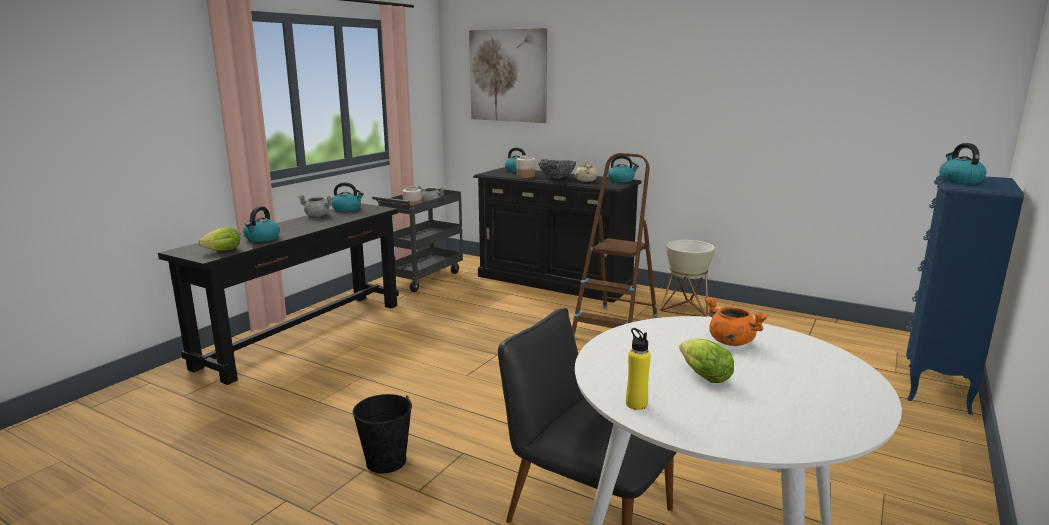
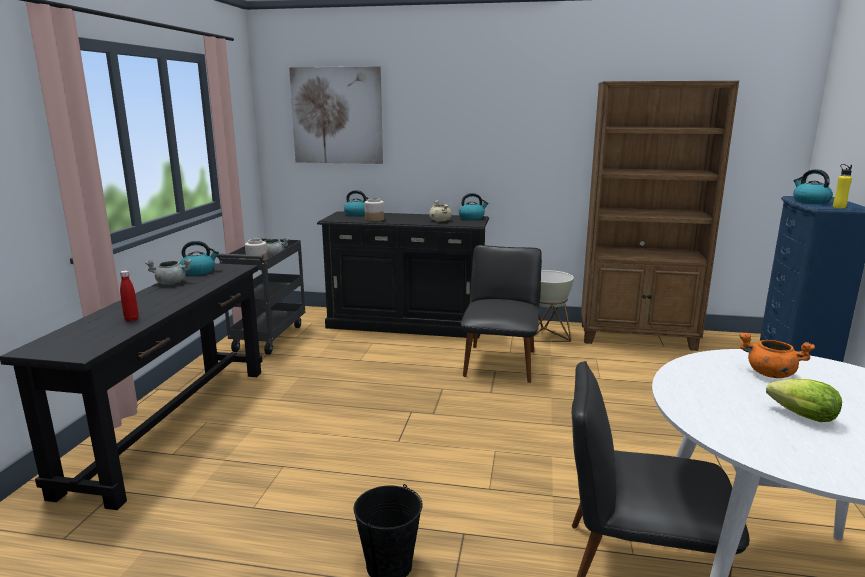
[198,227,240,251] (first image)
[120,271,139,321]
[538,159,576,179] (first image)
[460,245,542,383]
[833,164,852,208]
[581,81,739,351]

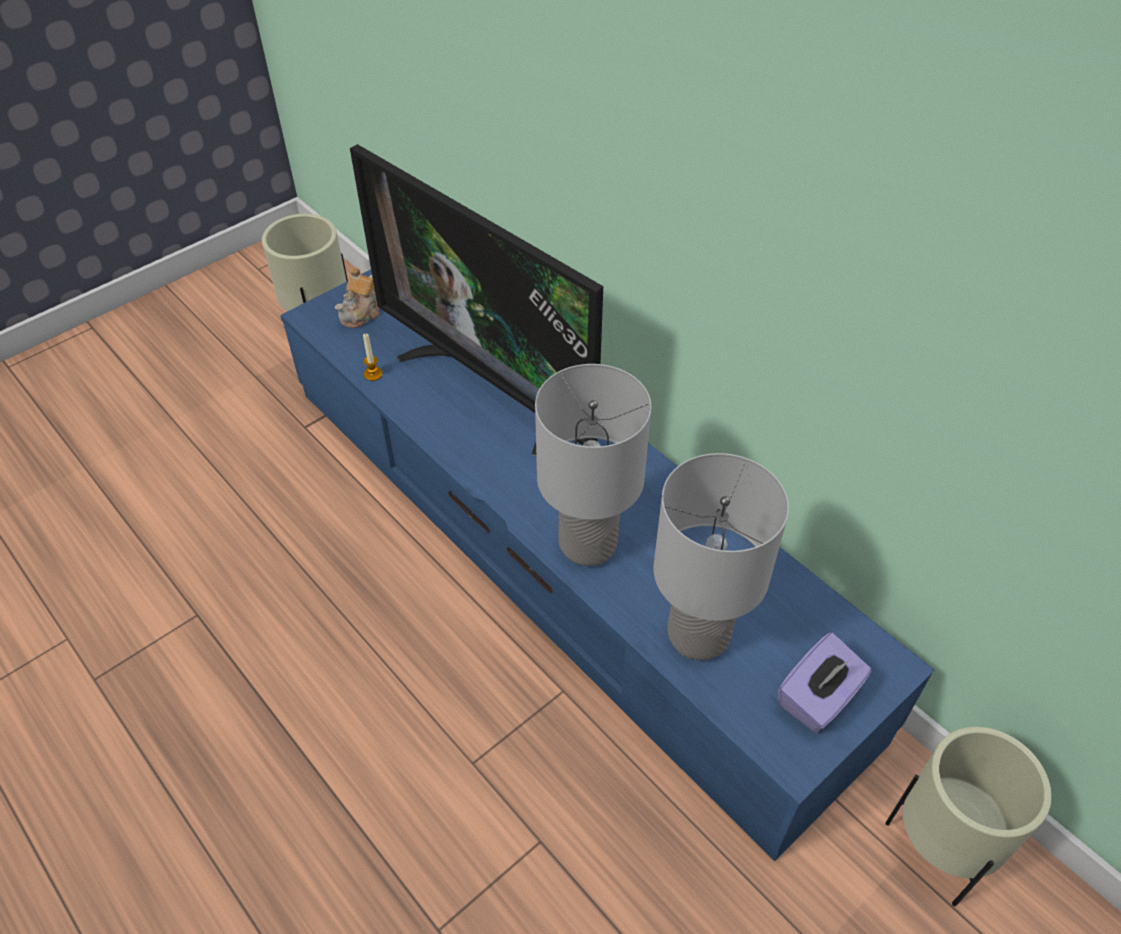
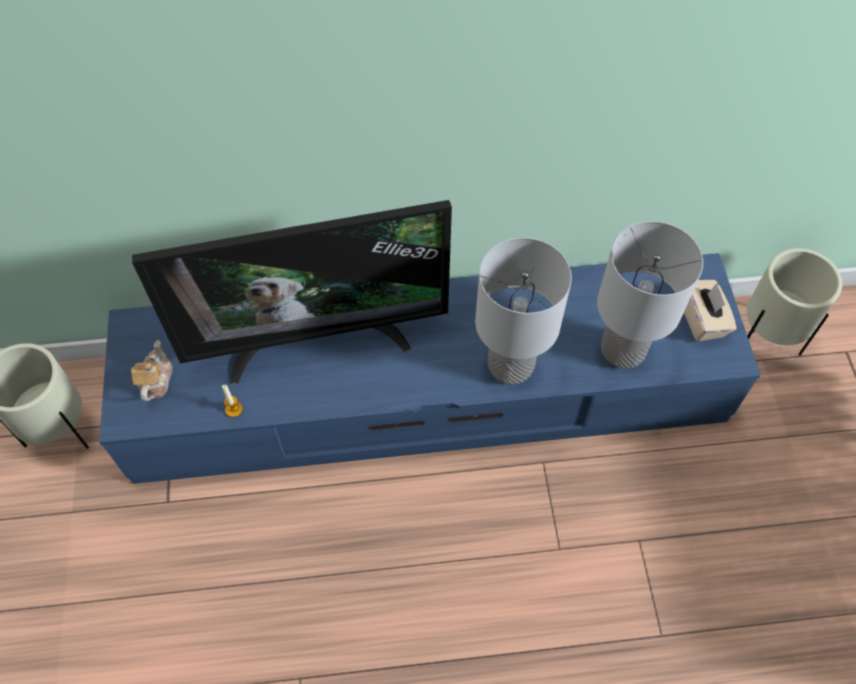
[131,340,173,401]
[684,280,737,342]

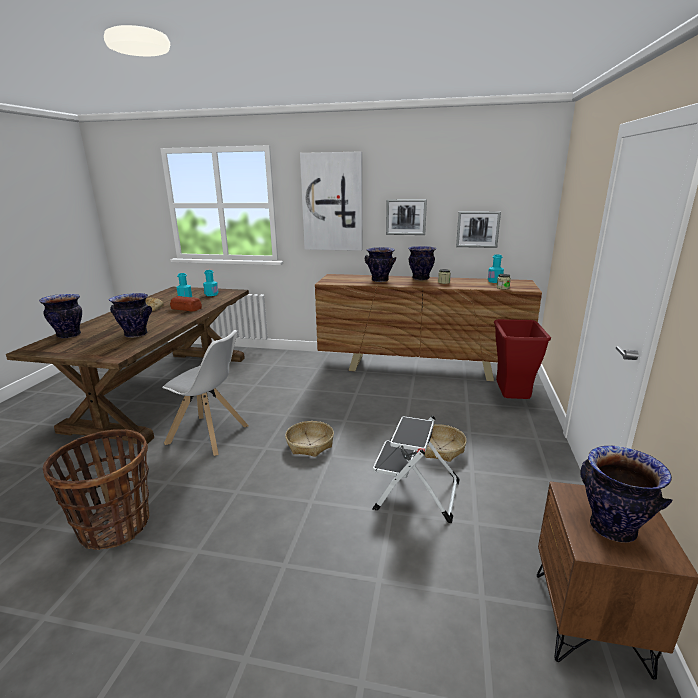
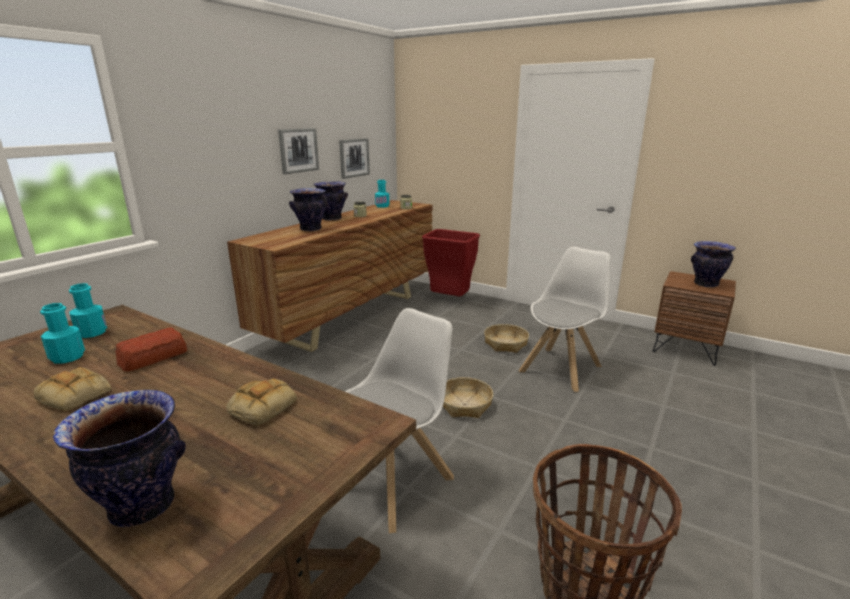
[226,379,297,426]
[300,151,362,251] (first image)
[519,247,611,392]

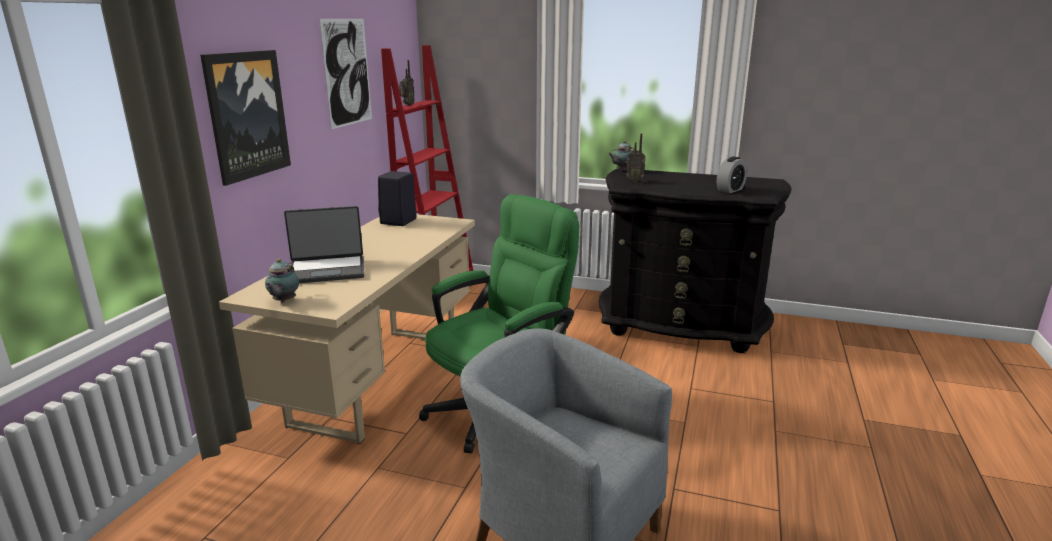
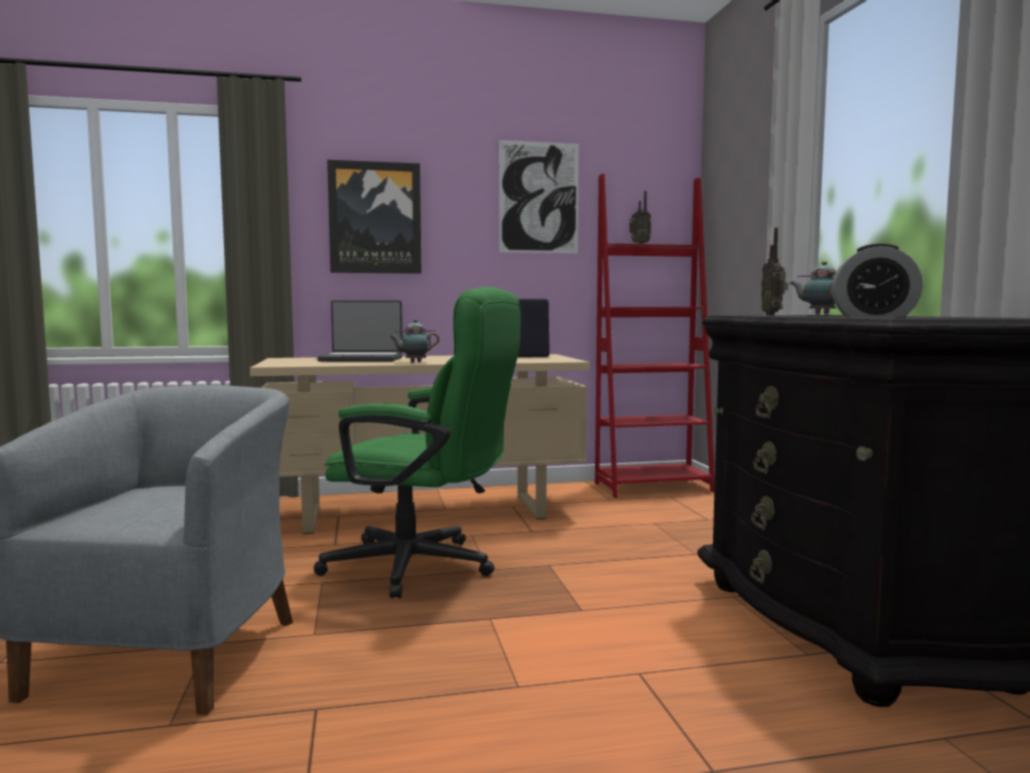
[390,319,439,363]
[317,300,403,362]

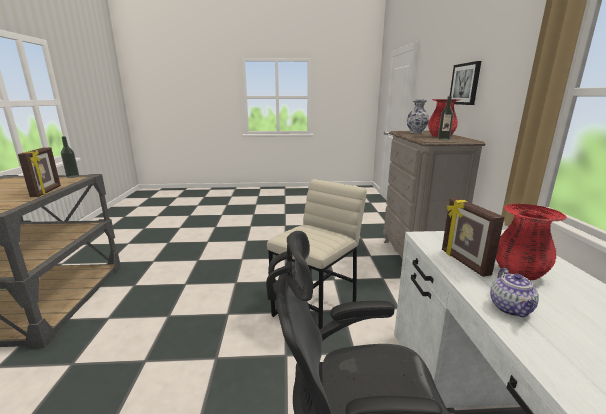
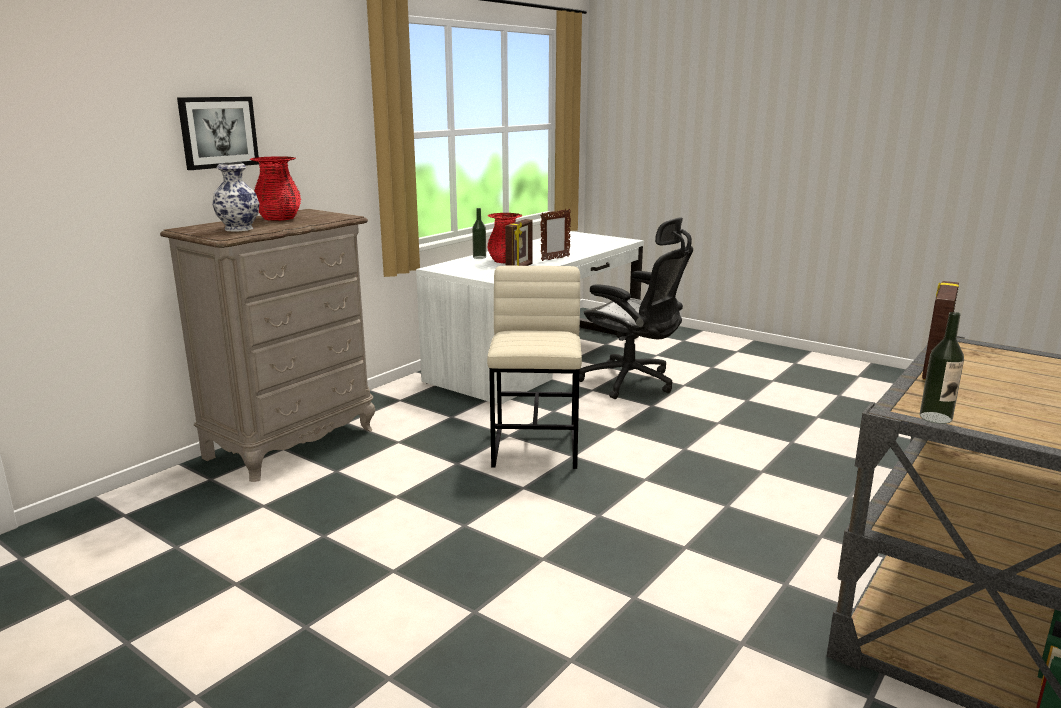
[487,266,582,469]
[472,208,486,259]
[540,209,571,261]

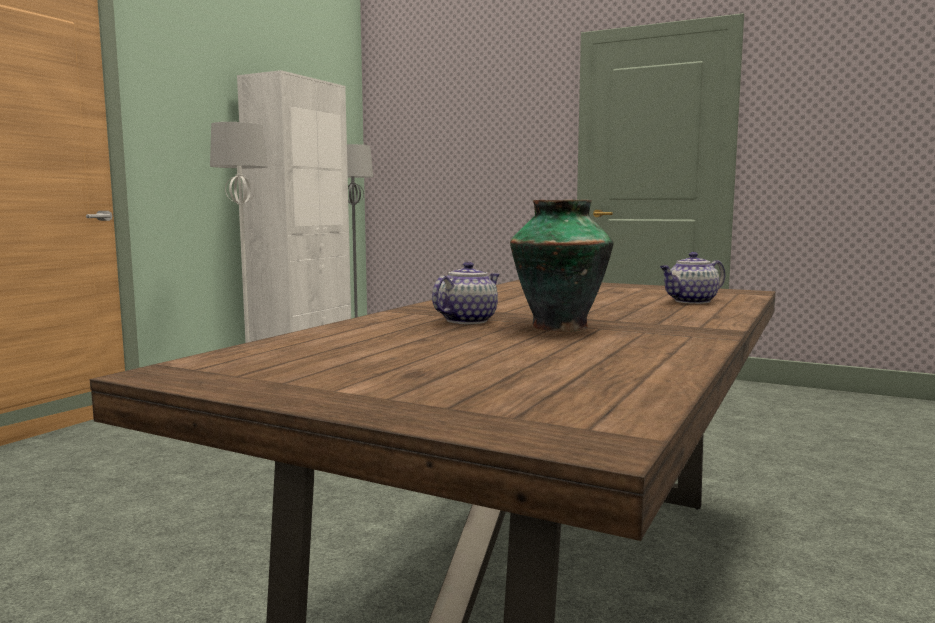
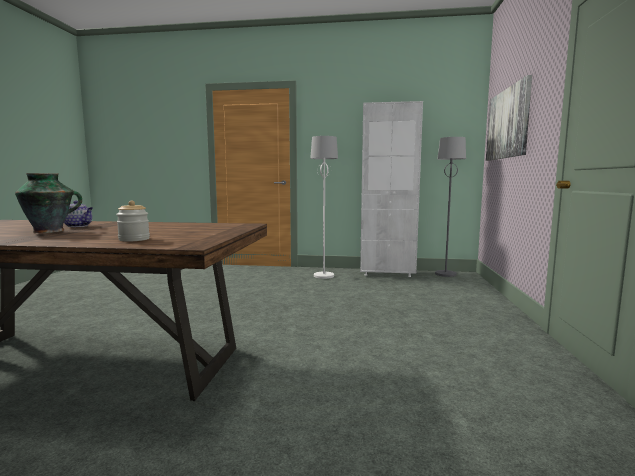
[116,201,150,242]
[486,75,532,161]

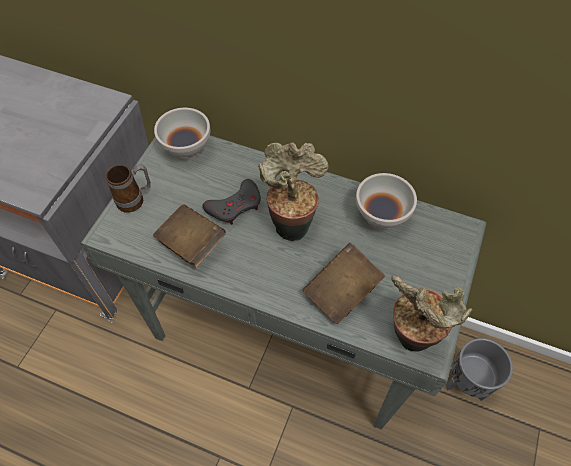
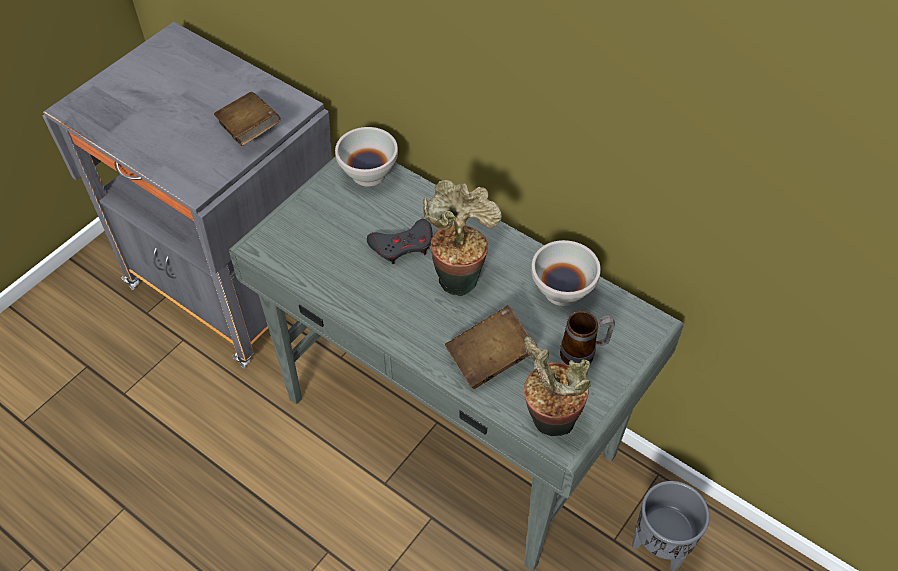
[560,311,615,365]
[214,92,281,146]

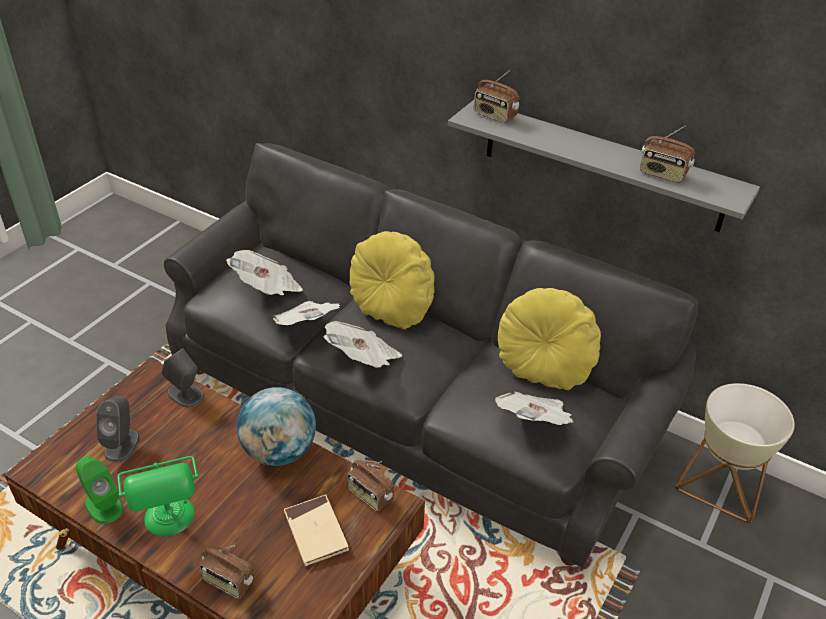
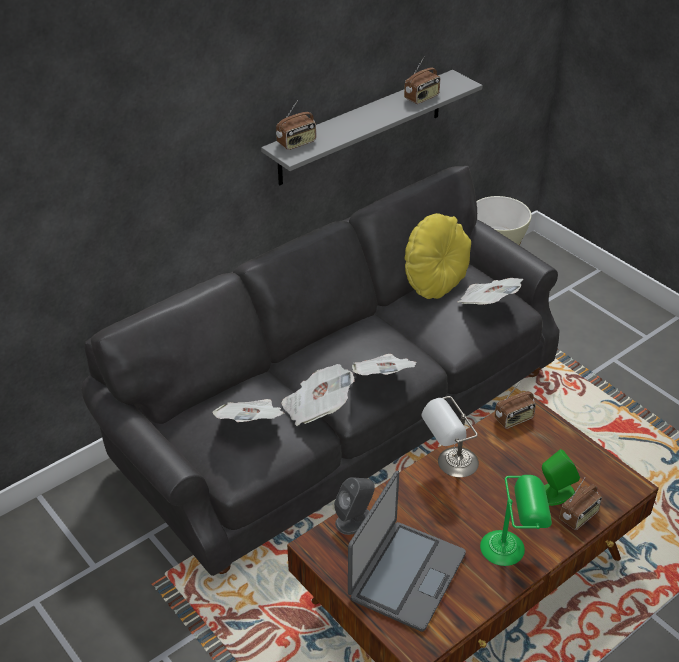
[542,449,580,506]
[348,471,466,632]
[421,396,479,477]
[284,494,349,566] (first image)
[350,231,434,329] (first image)

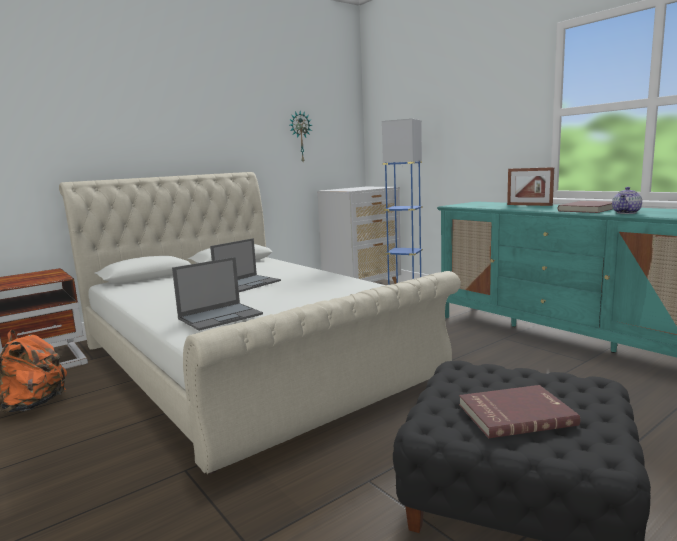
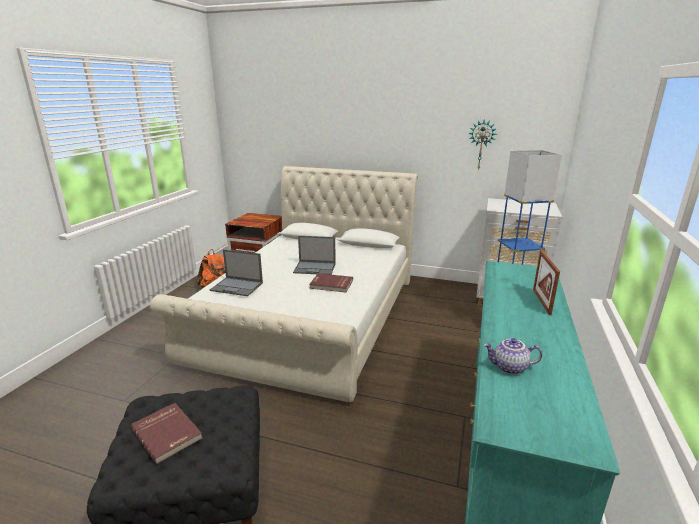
[309,273,353,292]

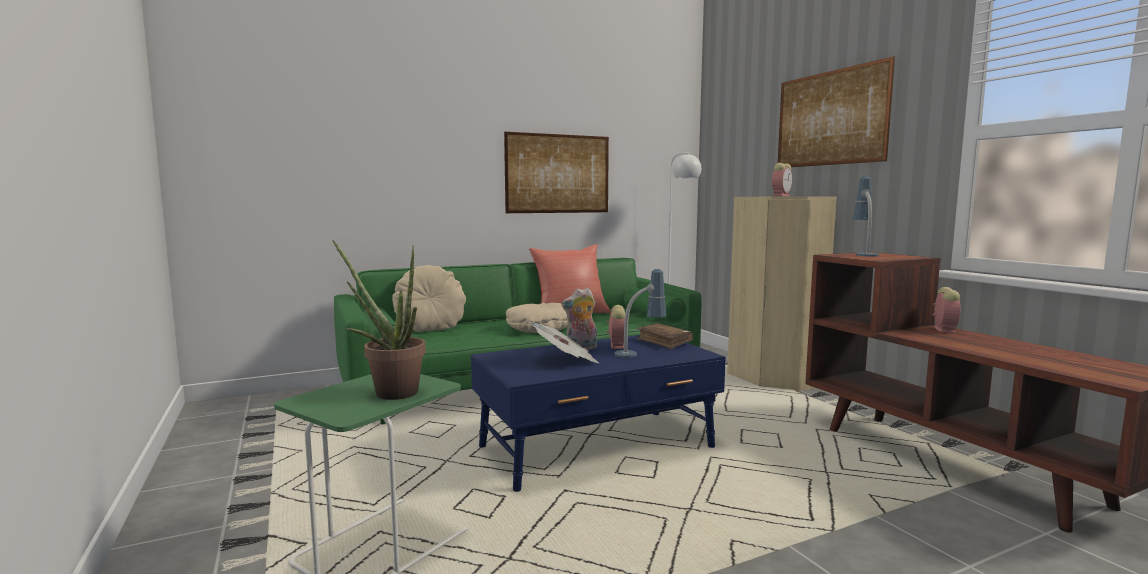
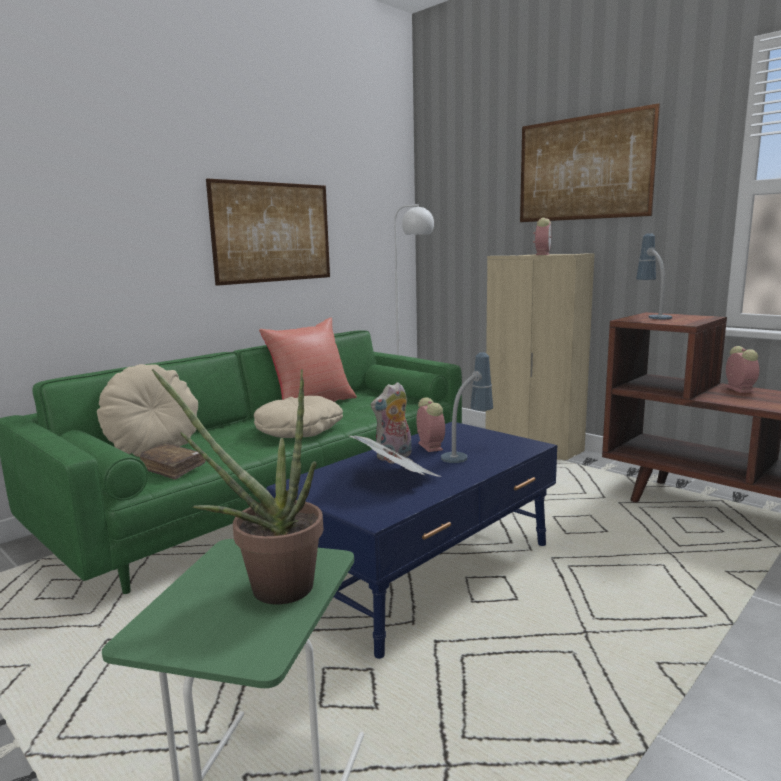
[135,443,206,480]

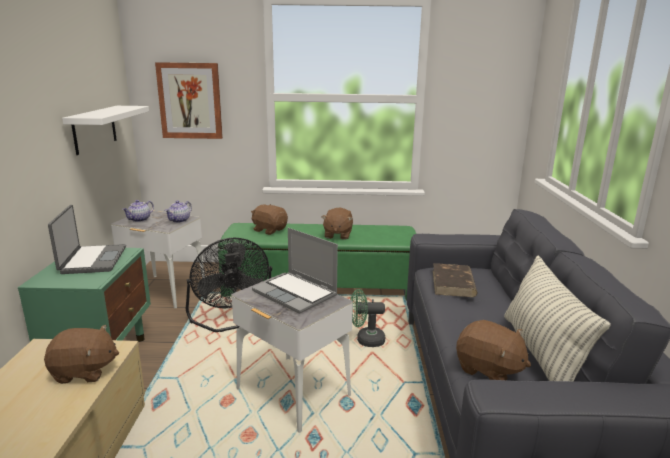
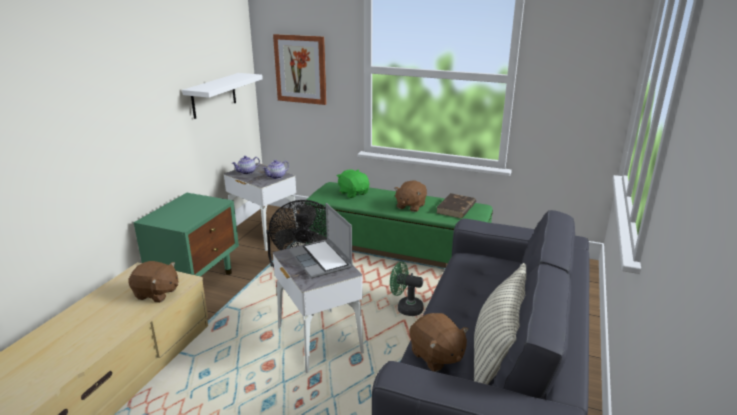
[48,205,126,274] (first image)
[337,169,369,198]
[436,193,476,218]

